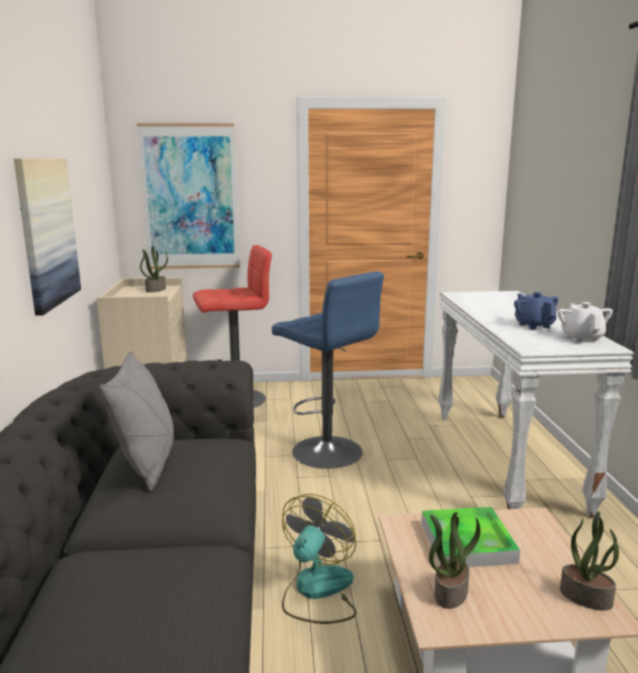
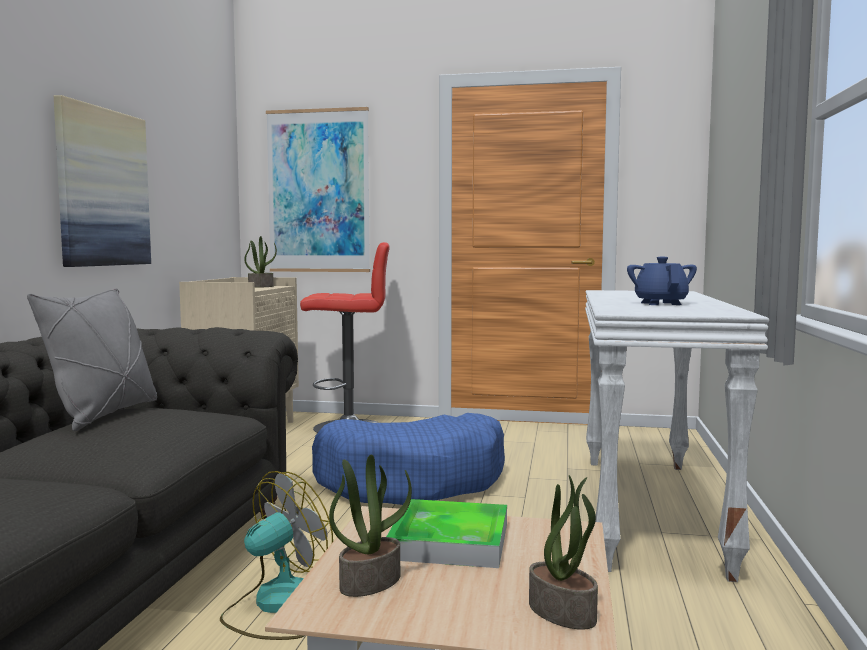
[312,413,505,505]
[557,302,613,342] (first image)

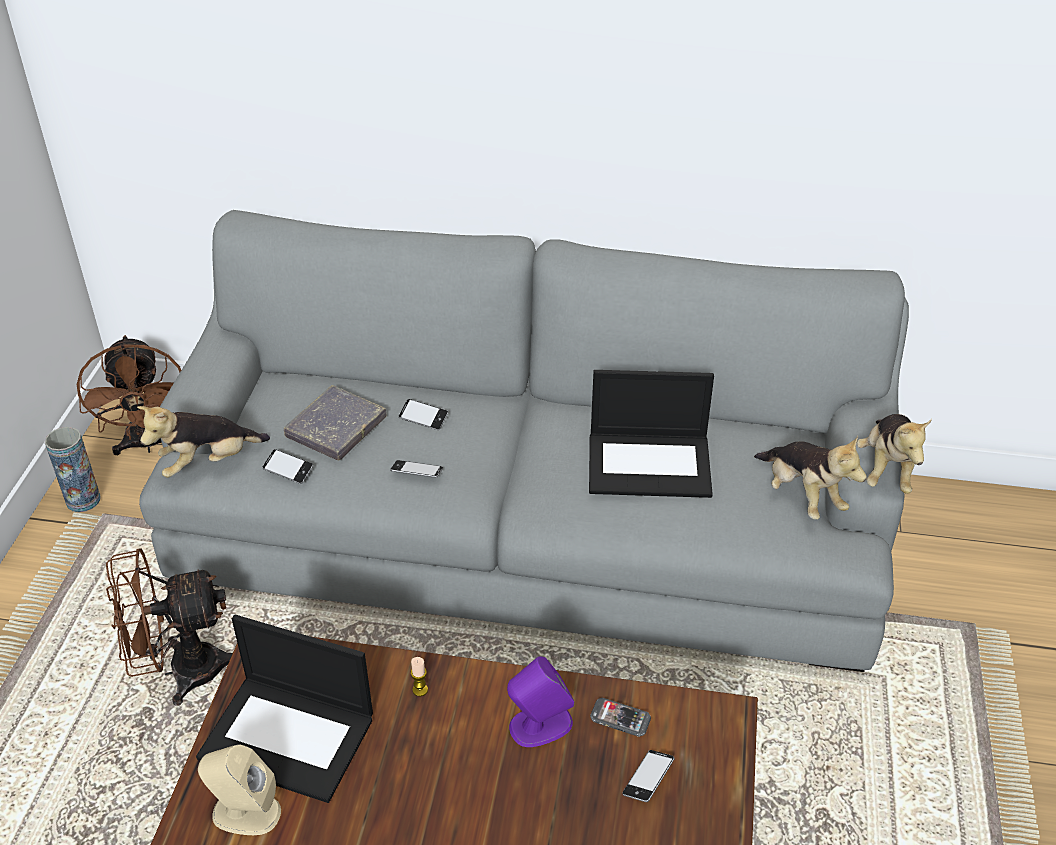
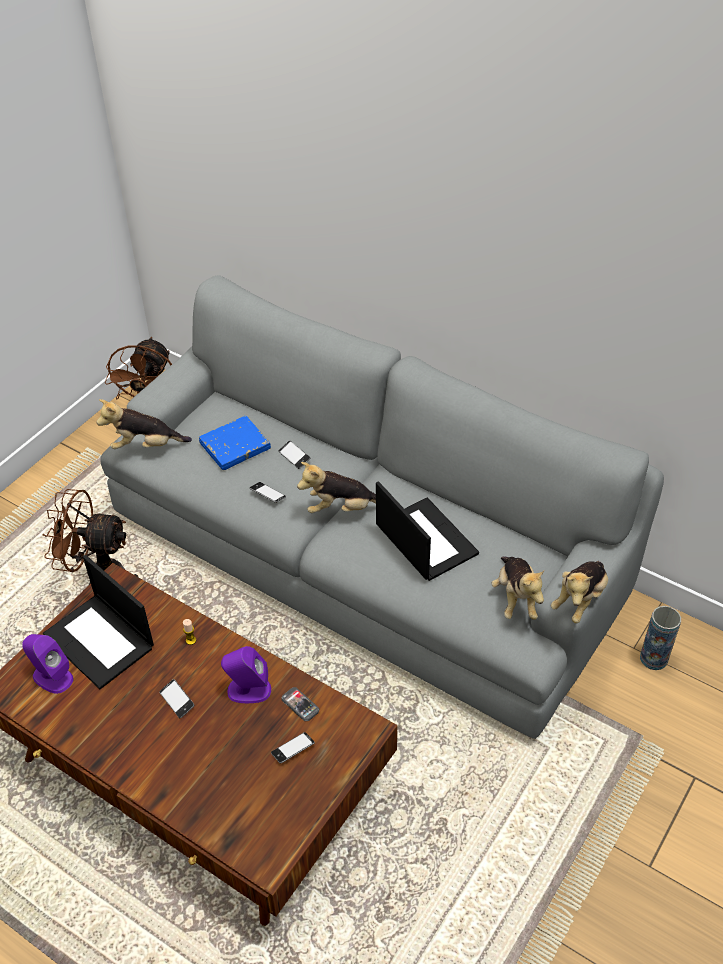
[640,606,681,670]
[22,634,73,694]
[159,679,195,718]
[199,415,271,470]
[376,481,479,581]
[297,462,376,513]

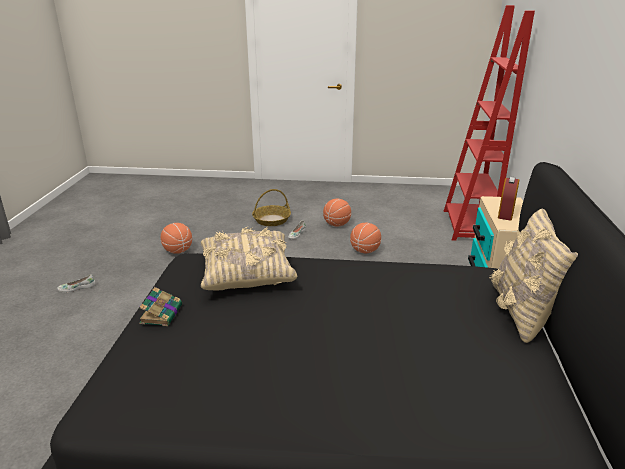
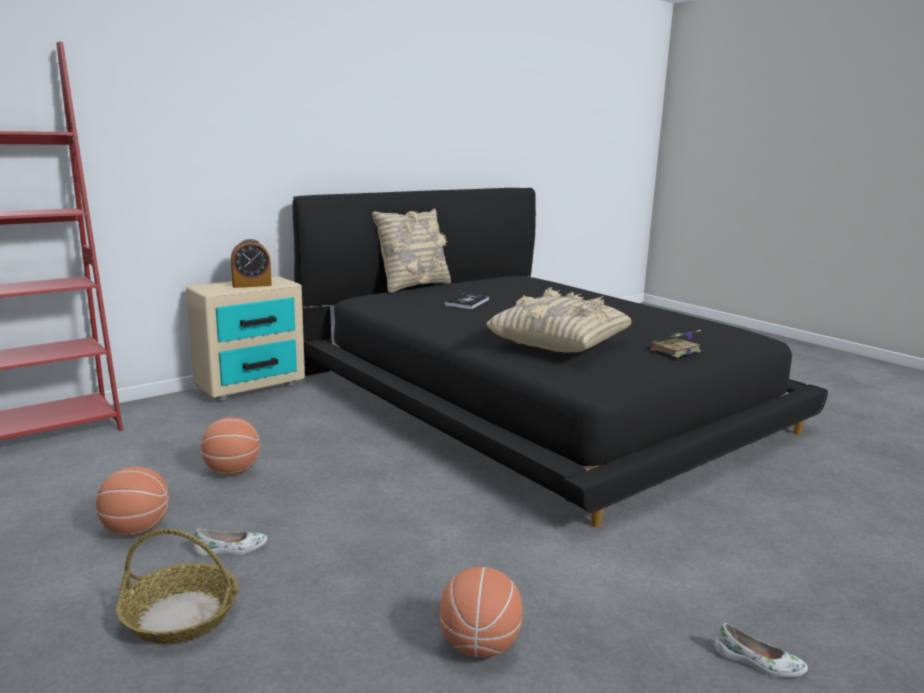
[445,294,489,309]

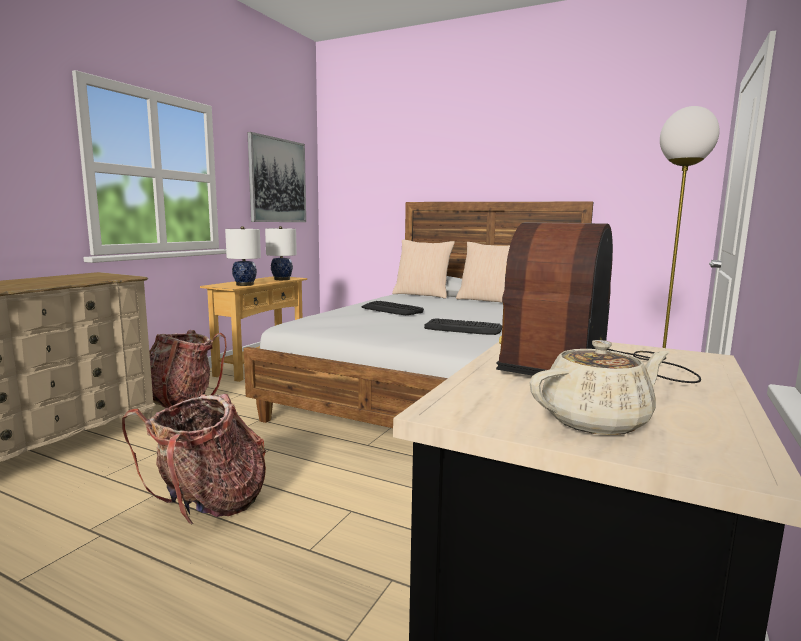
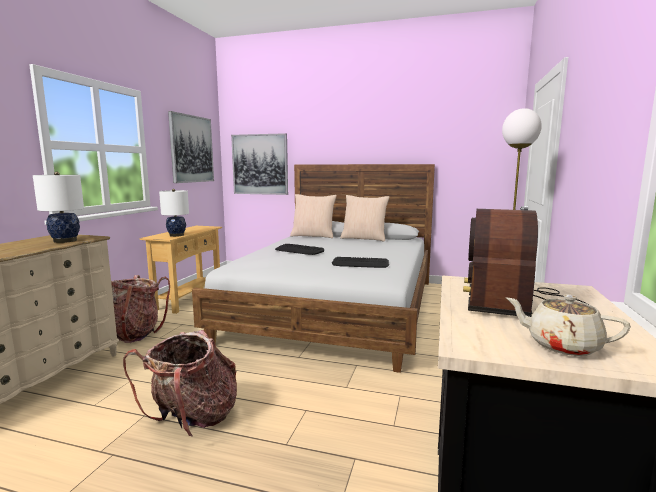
[33,172,84,243]
[506,295,631,356]
[231,133,288,195]

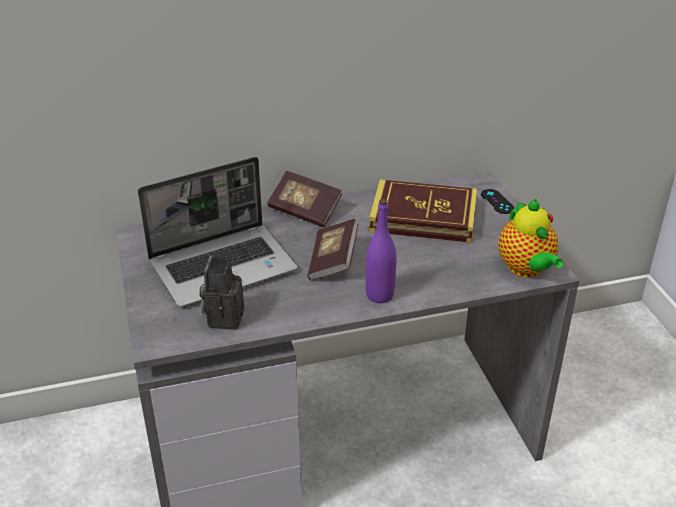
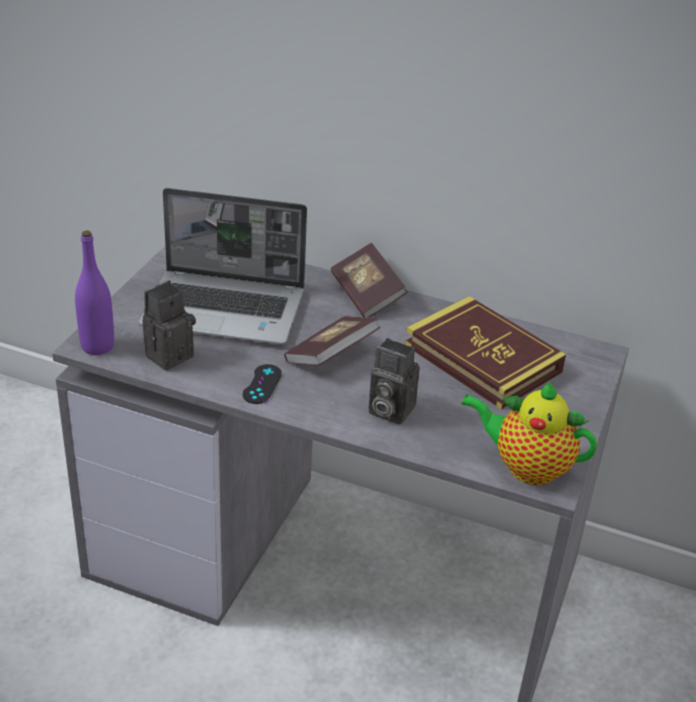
[75,230,114,355]
[243,364,282,404]
[461,380,597,485]
[369,338,420,425]

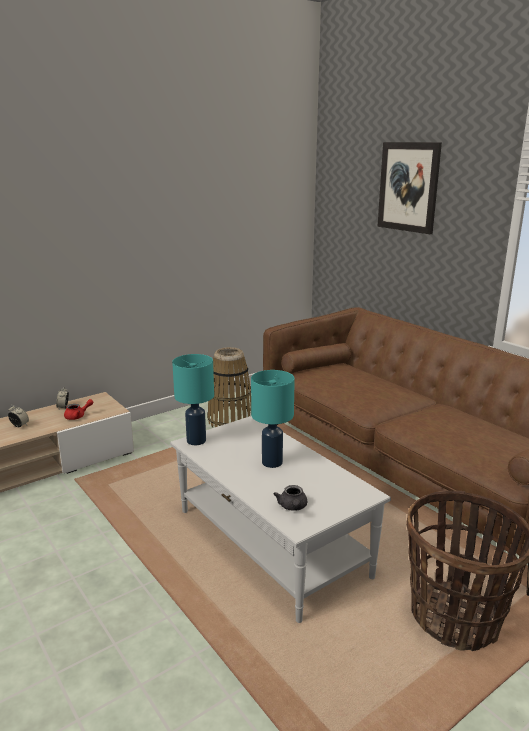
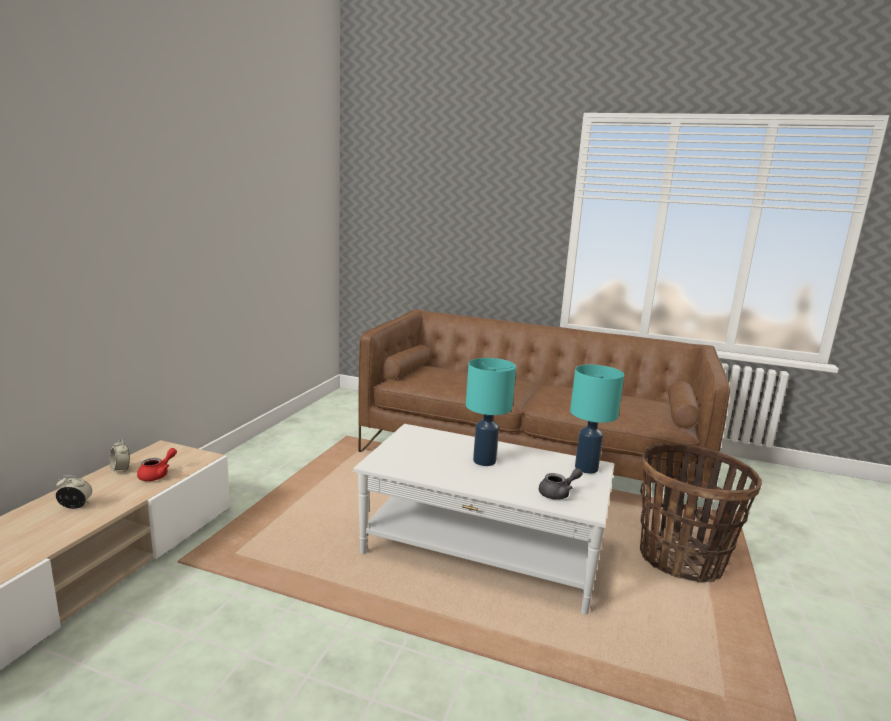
[570,365,624,474]
[207,347,251,427] (first image)
[539,468,583,500]
[377,142,442,234] (first image)

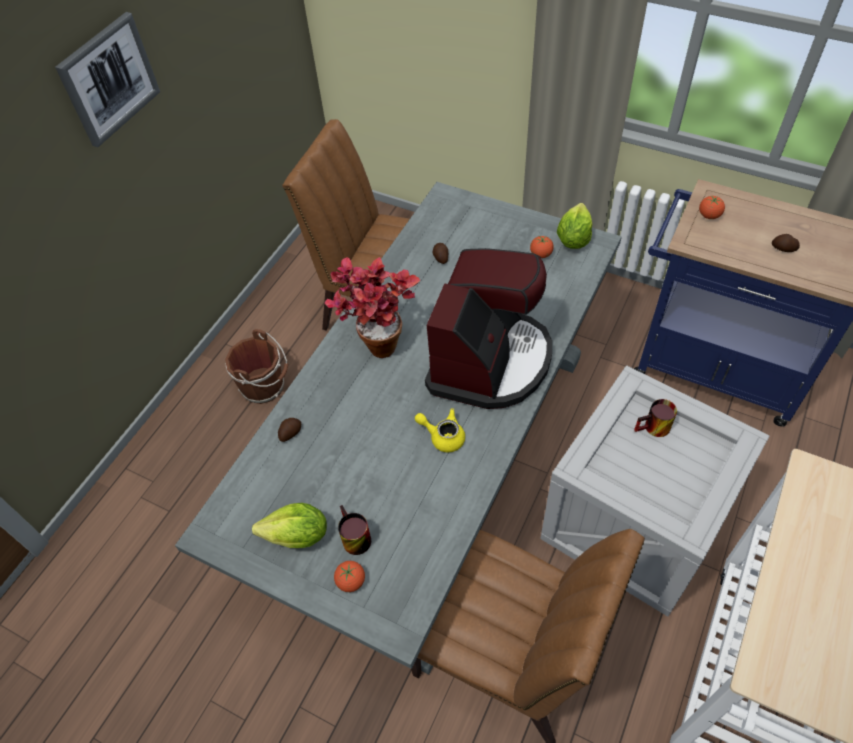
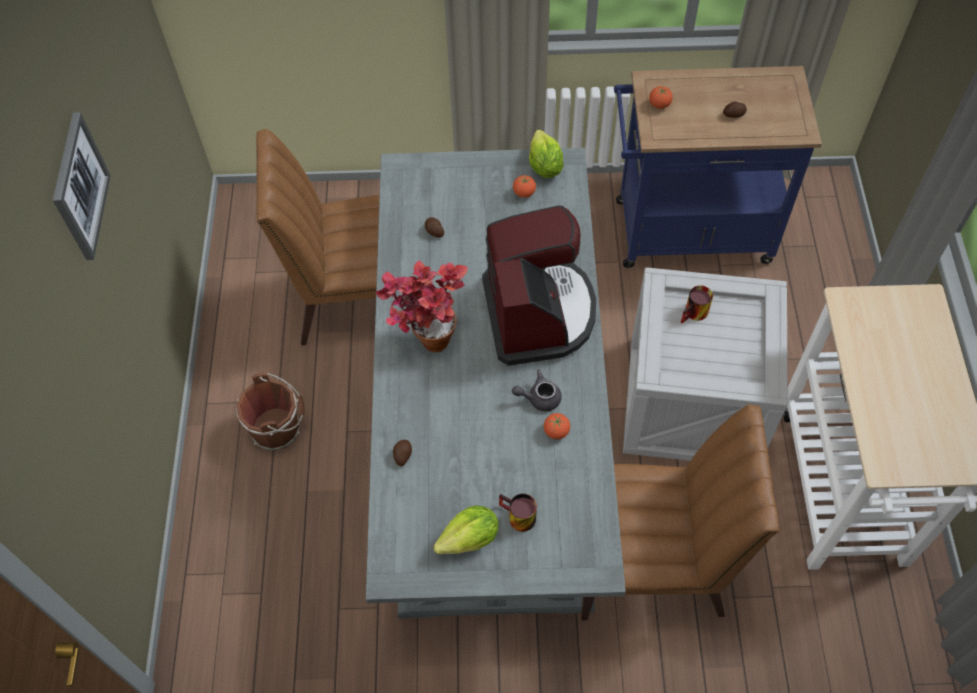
[544,413,570,439]
[512,370,561,411]

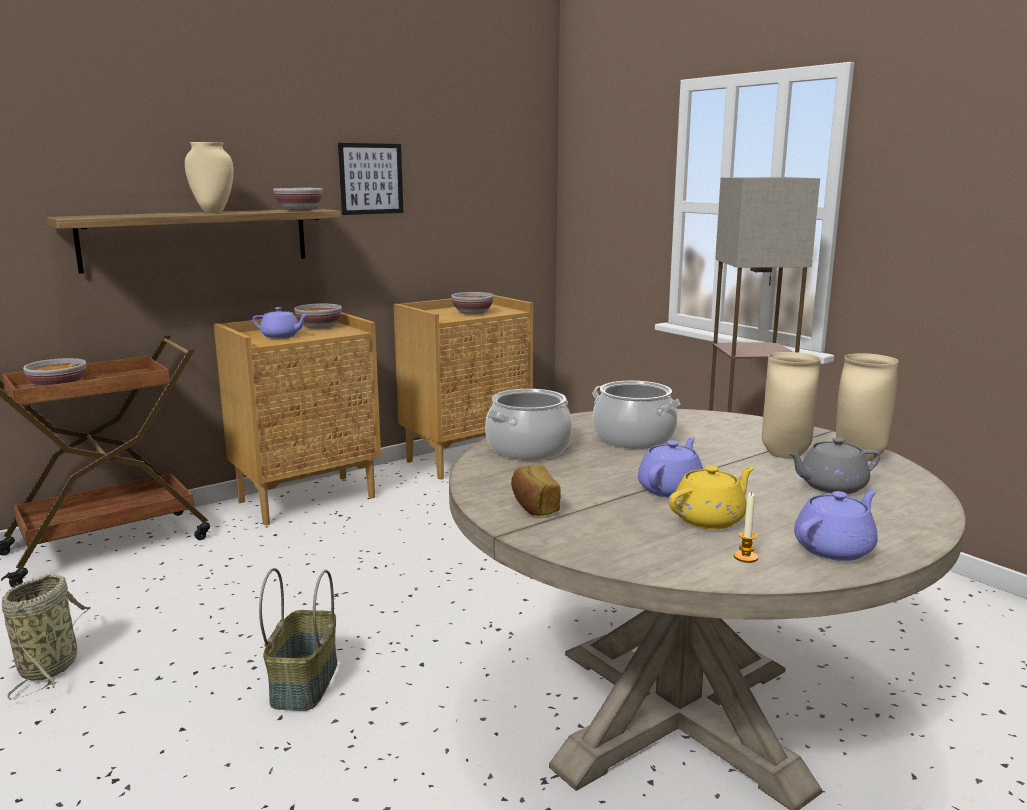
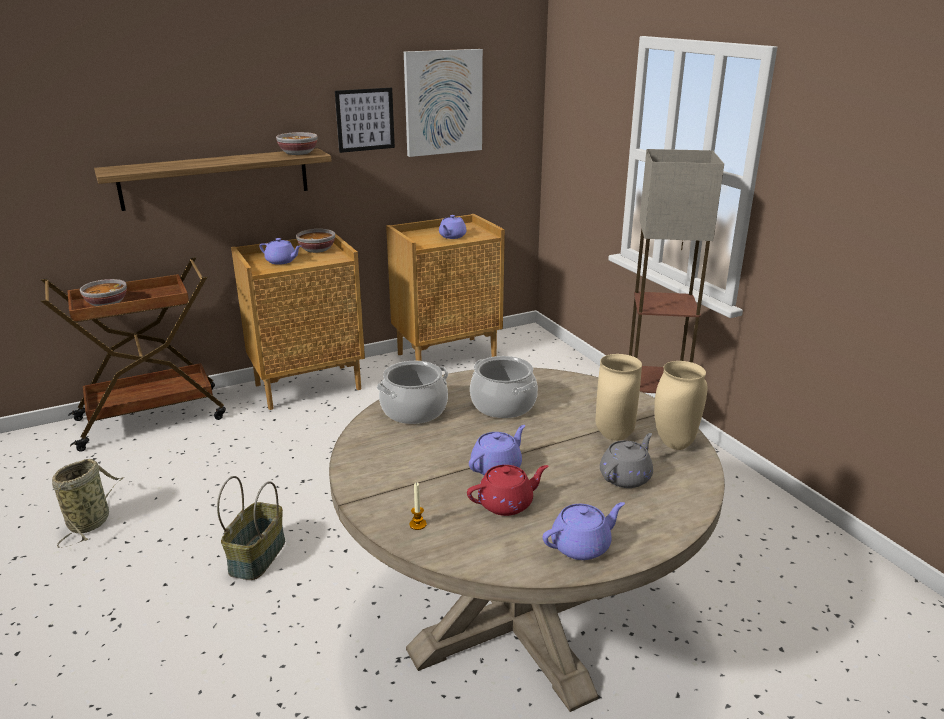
[185,142,234,214] (first image)
[439,215,467,239]
[511,465,561,516] (first image)
[467,465,548,516]
[409,482,427,530]
[600,433,653,488]
[404,49,483,157]

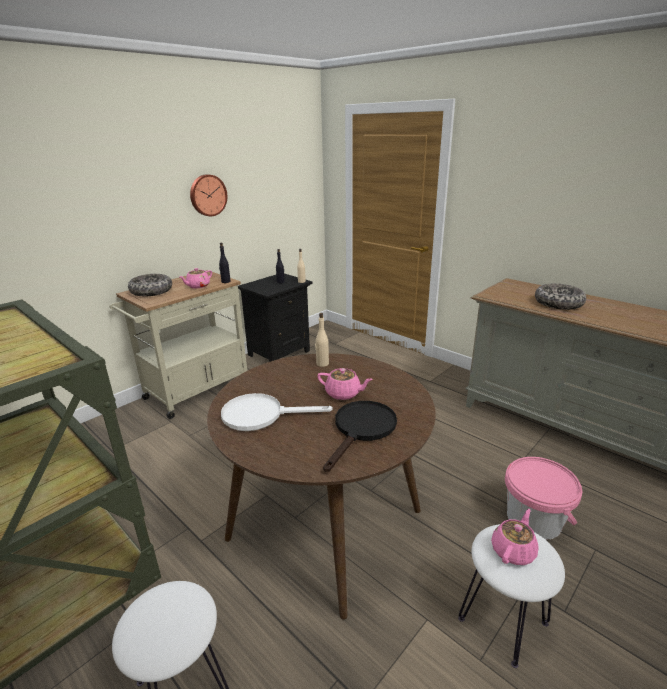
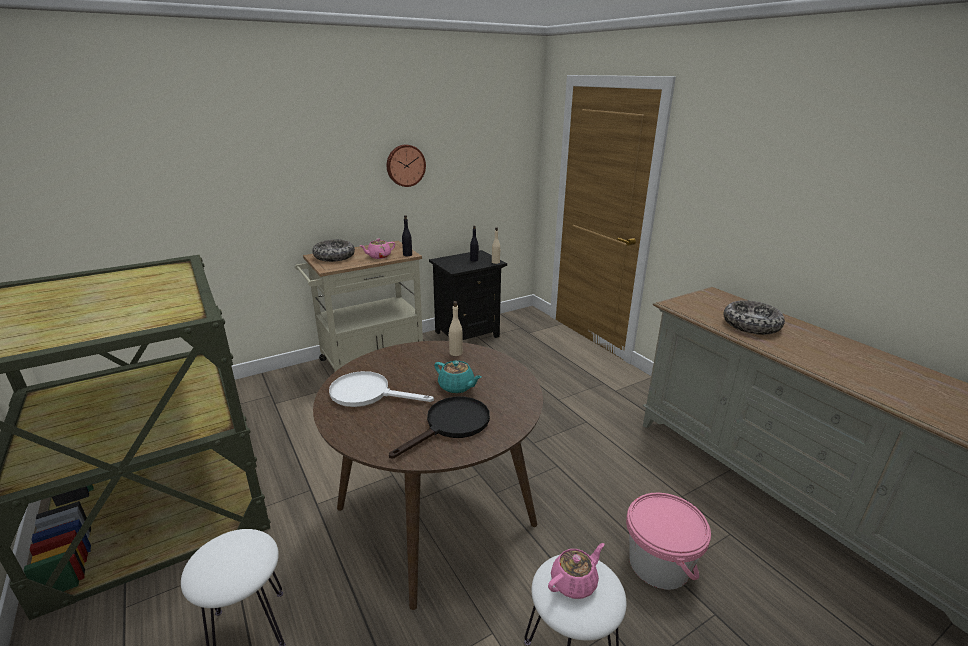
[434,361,482,393]

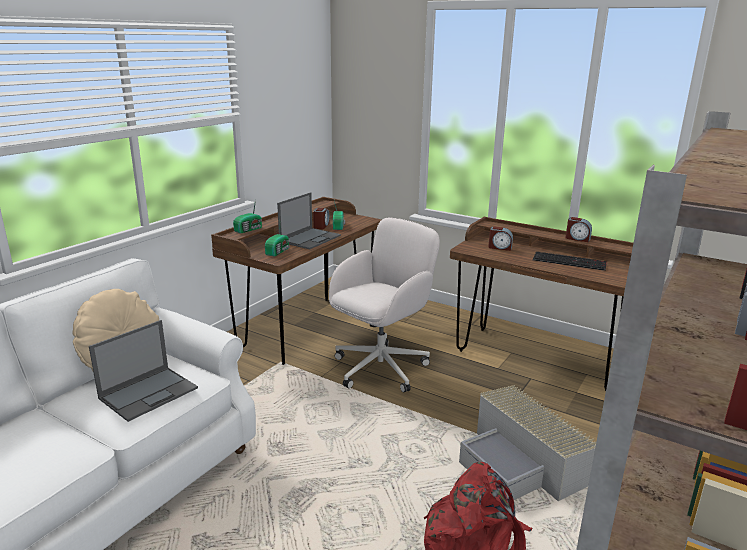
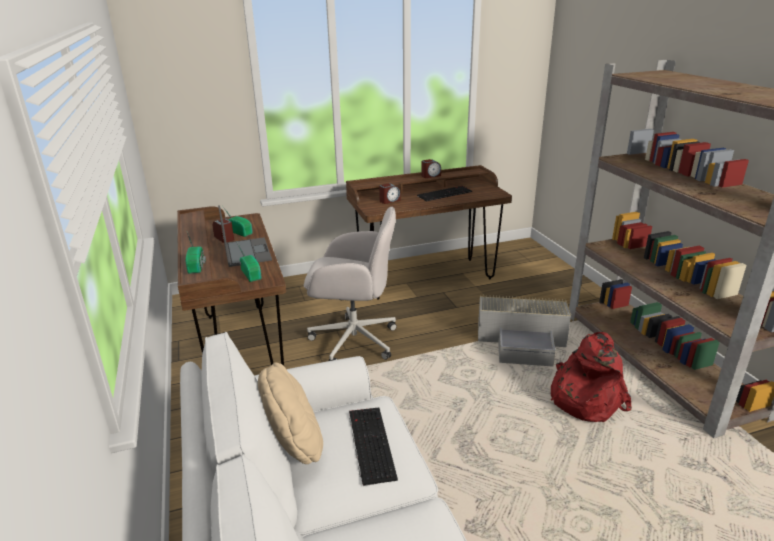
[349,407,398,486]
[304,206,397,361]

